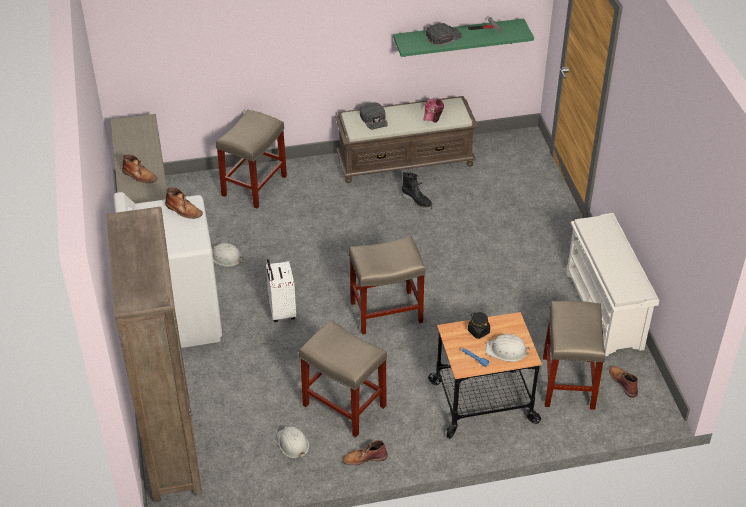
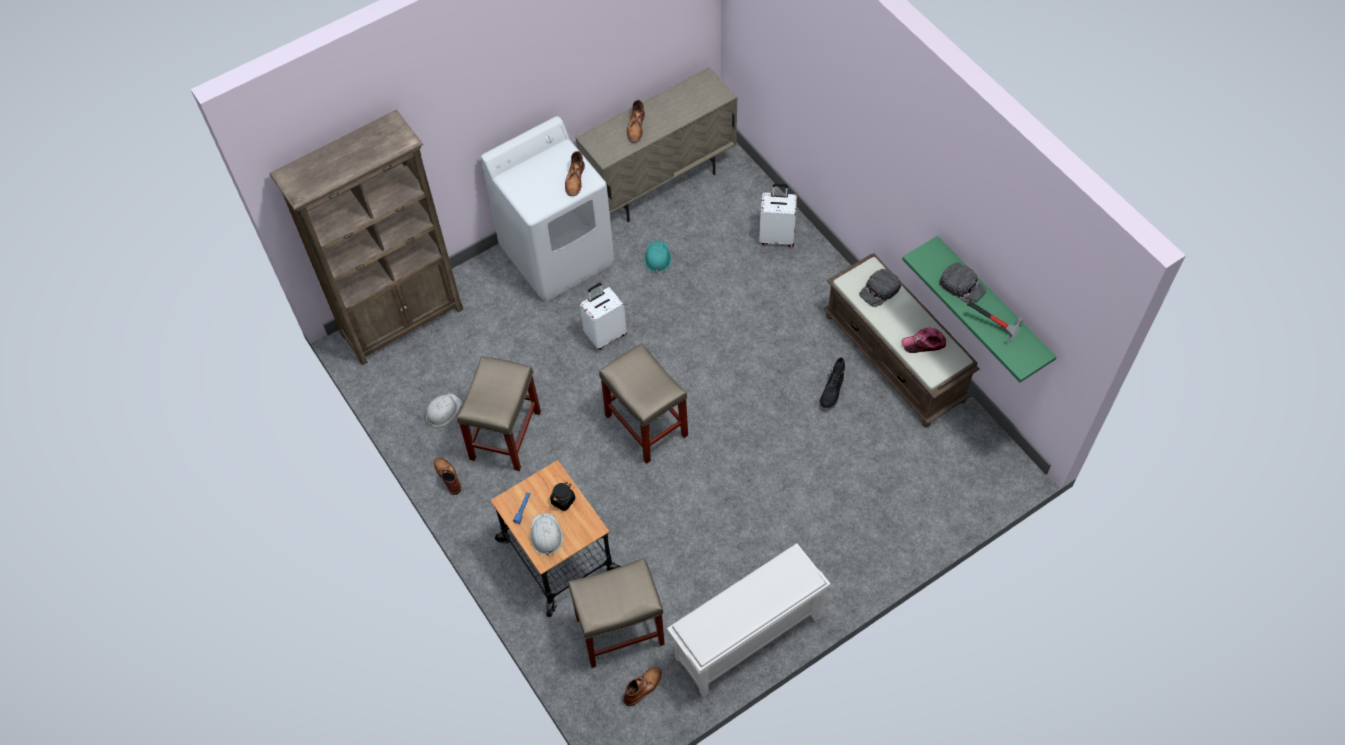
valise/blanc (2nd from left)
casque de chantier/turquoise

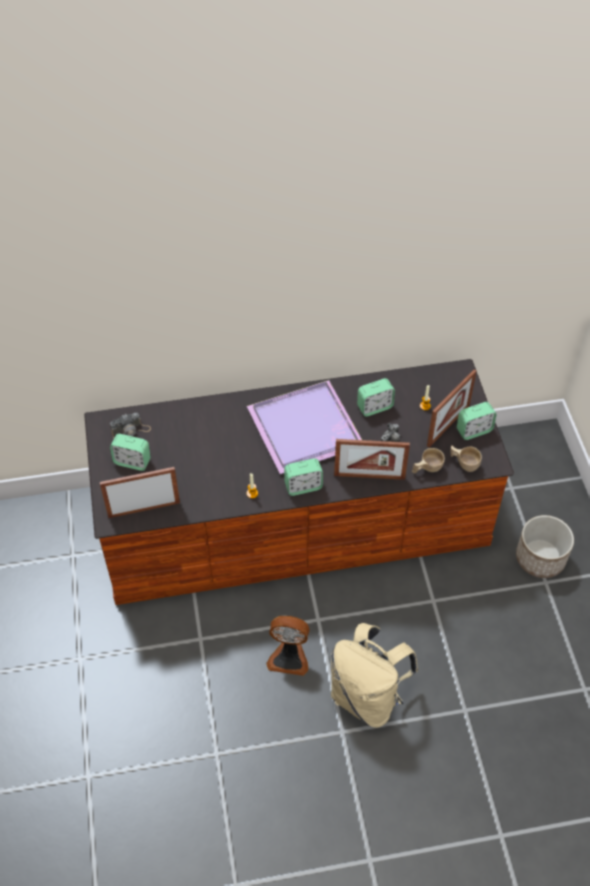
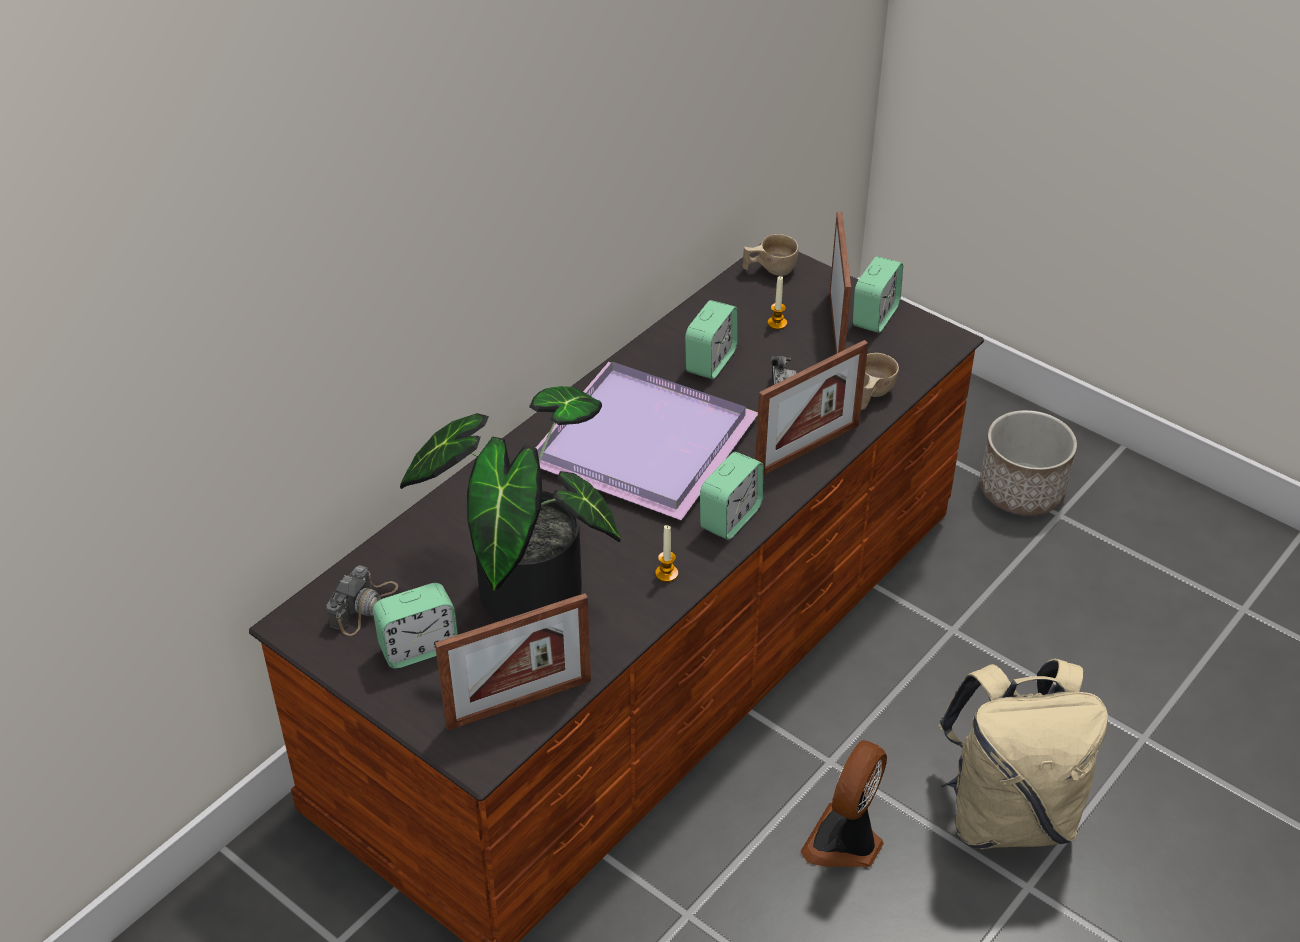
plante en pot
tasse/beige (1st from left)
cadre photo (1st from left)
ventilateur

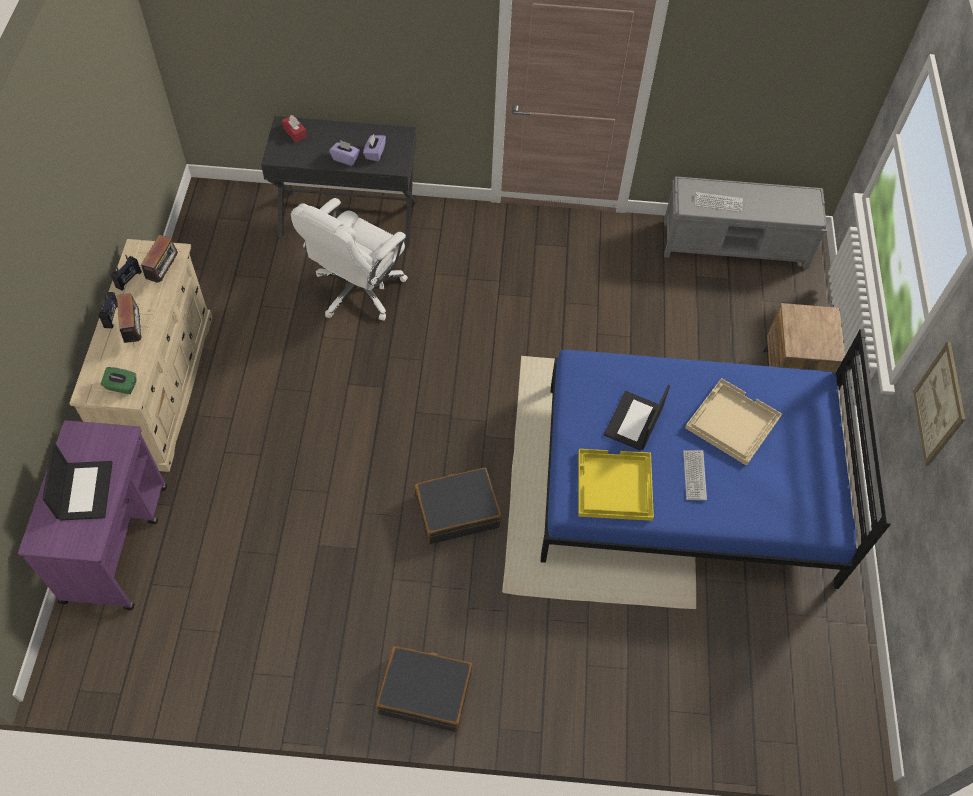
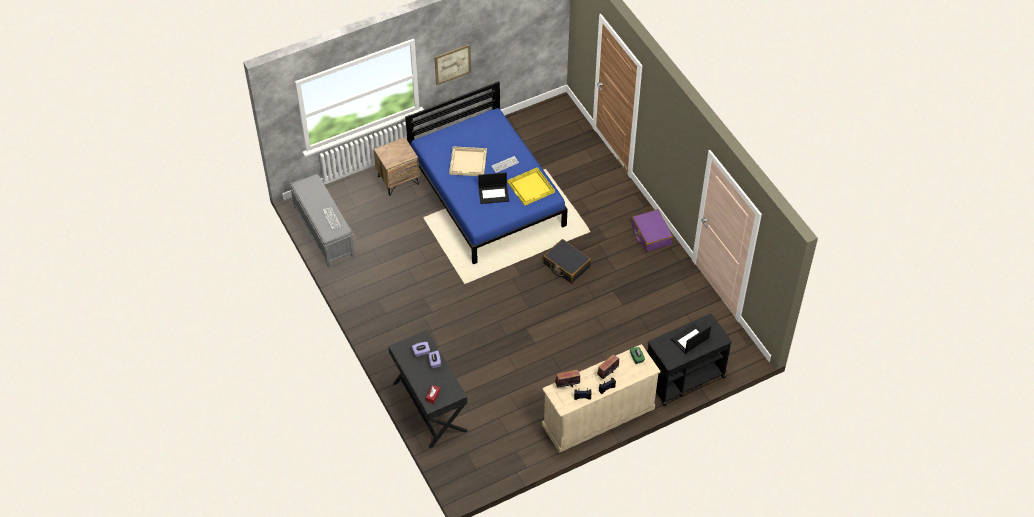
chaise de bureau/blanc
chariot/noir
valise/violet

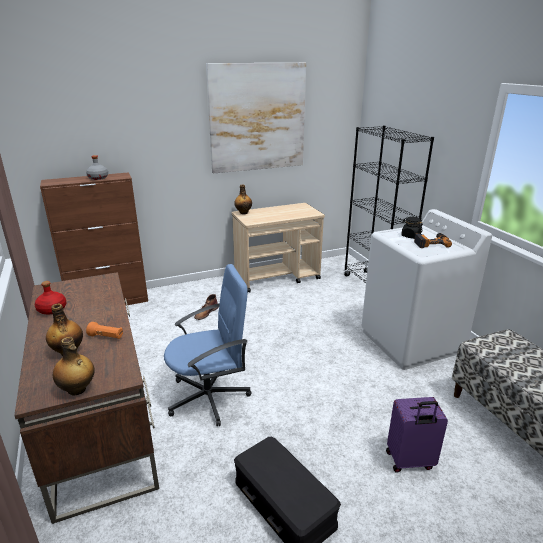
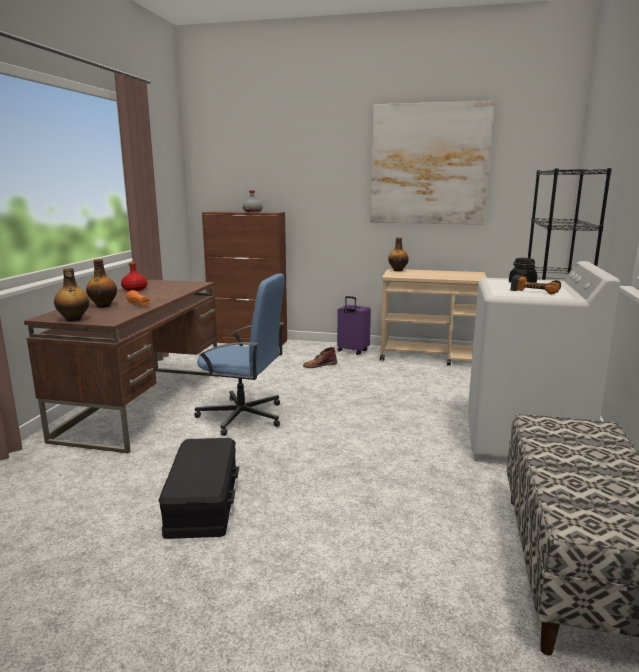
valise/violet

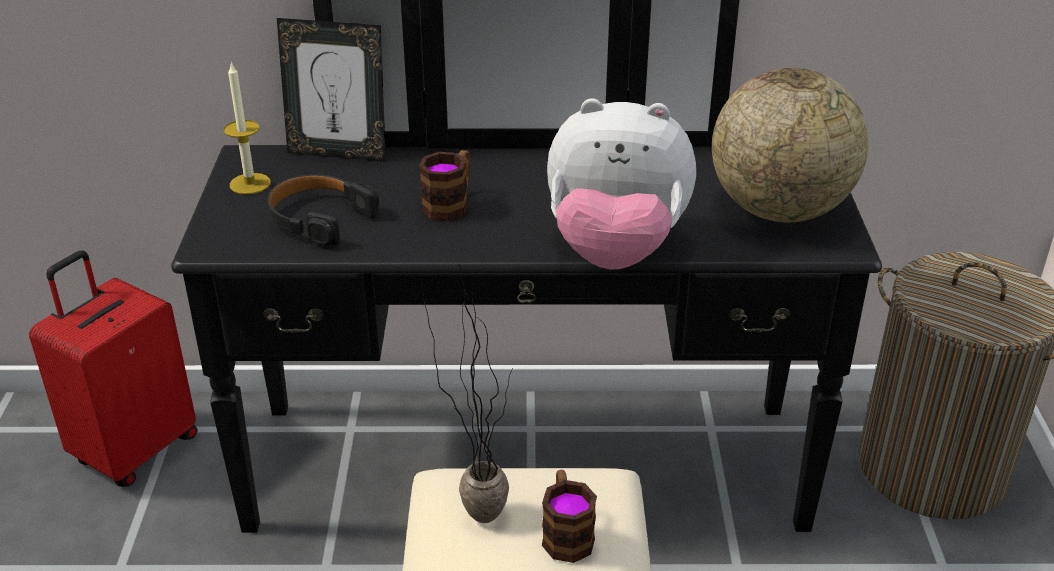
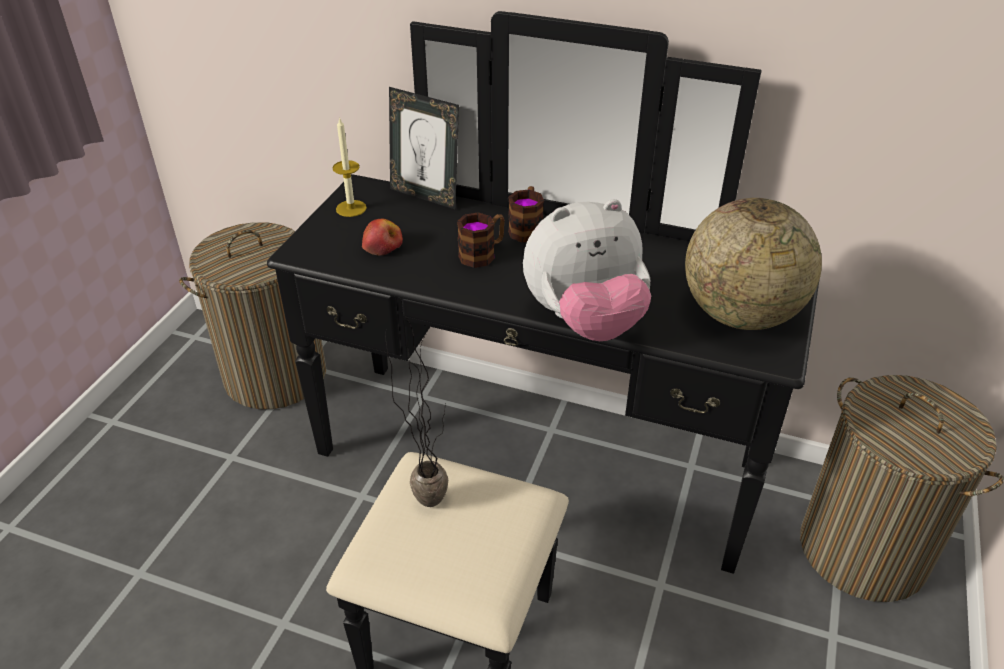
mug (2nd from left)
panier à linge (1st from left)
pomme
peluche

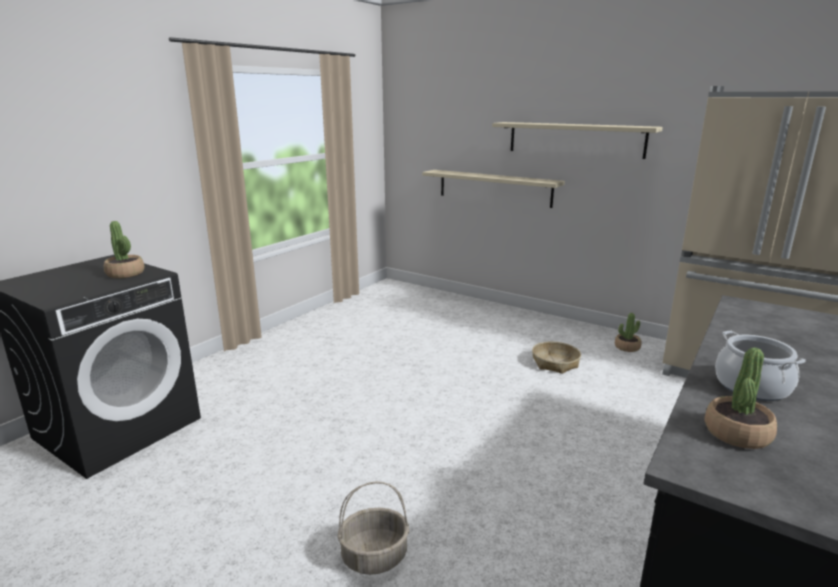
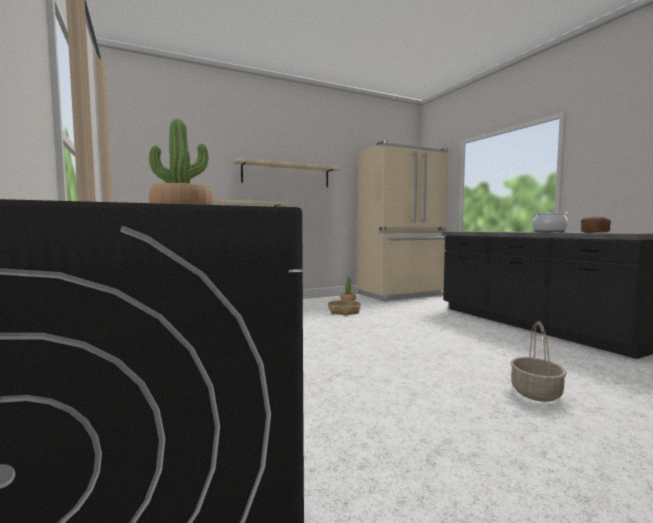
pain

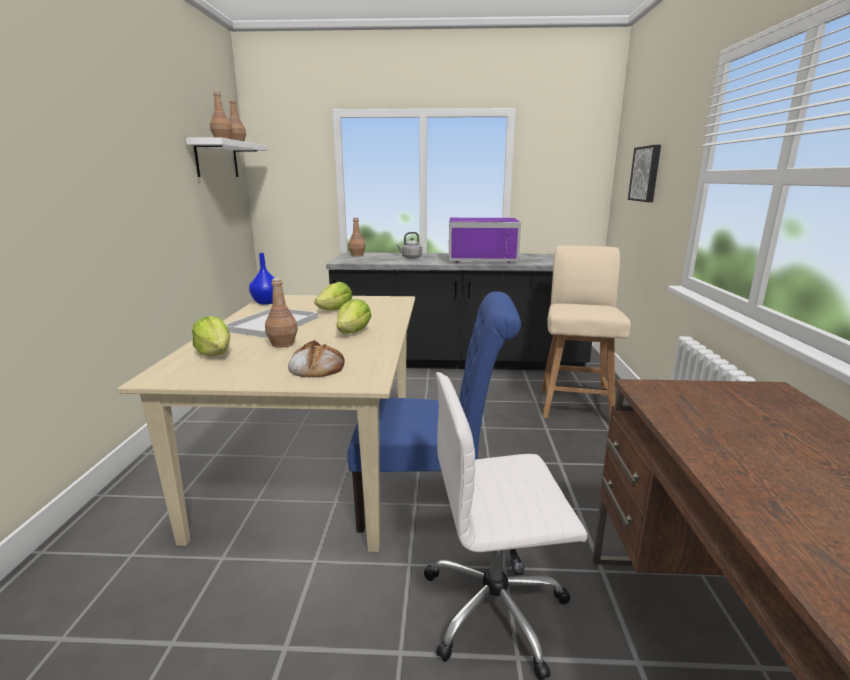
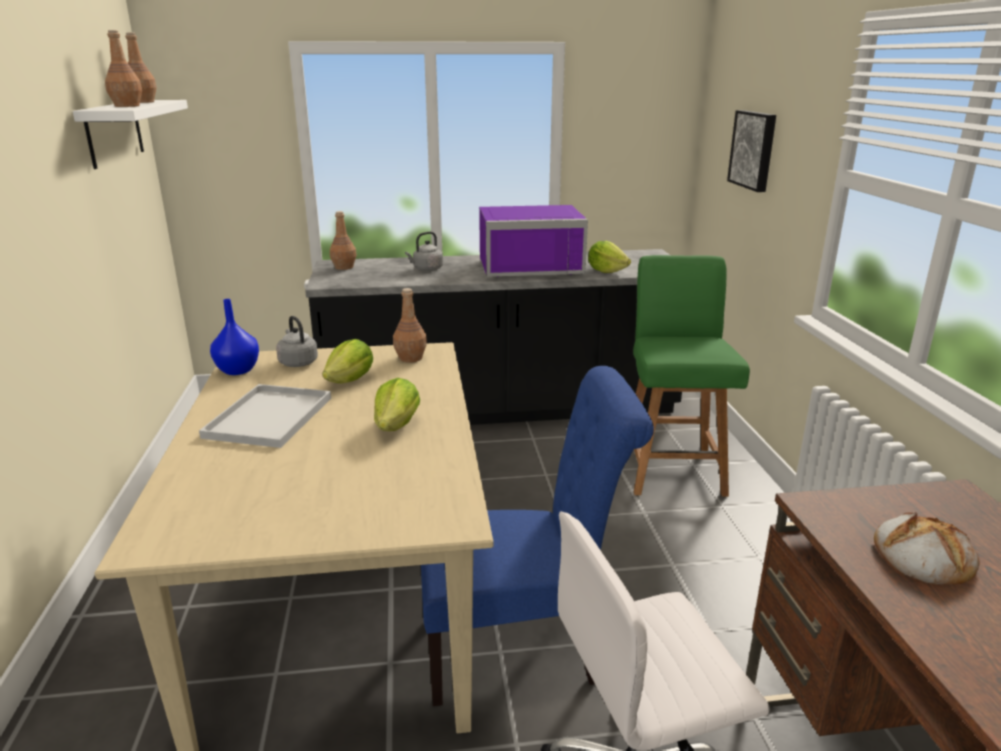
bouilloire/gris (1st from left)
laitue (3rd from left)
bouteille/marron (4th from left)
pain
chaise/vert

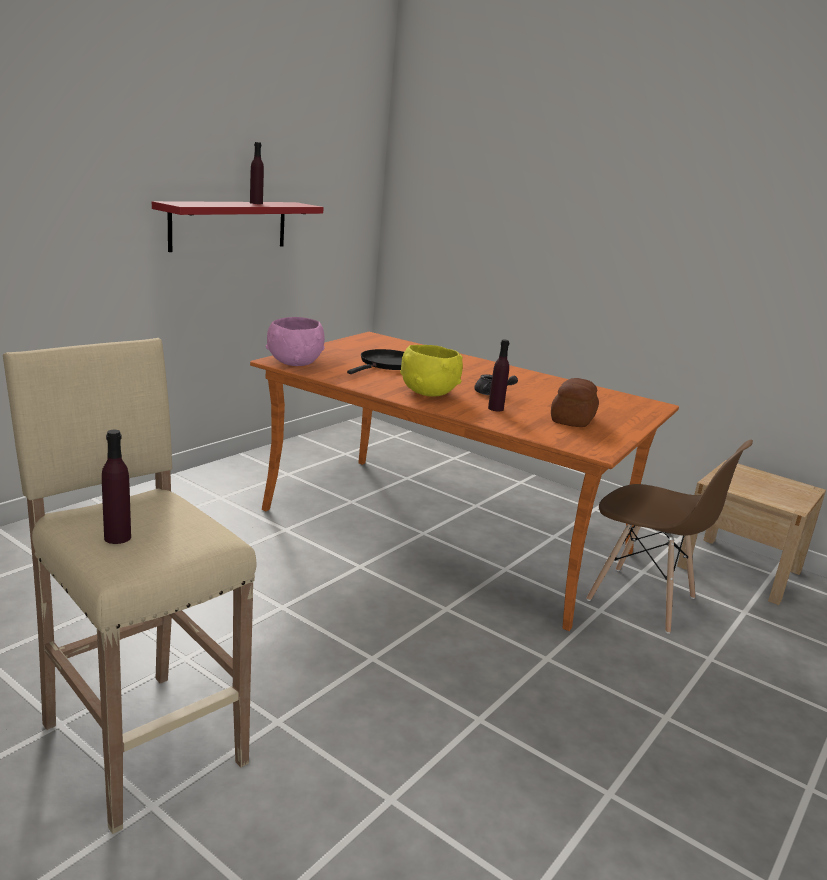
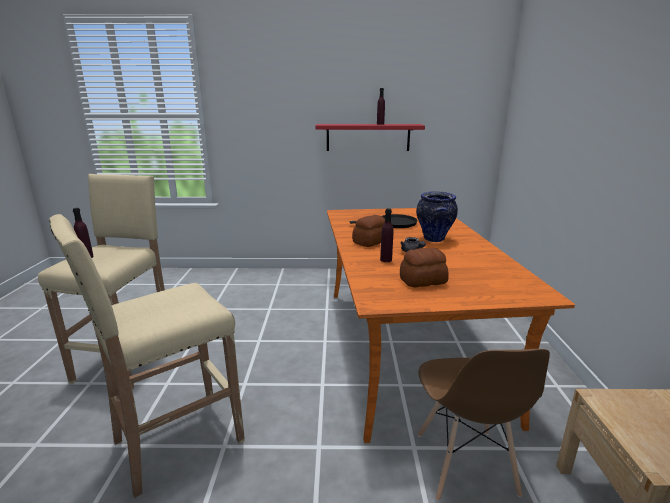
bol/rose
tabouret/beige (2nd from left)
vase
pain (1st from left)

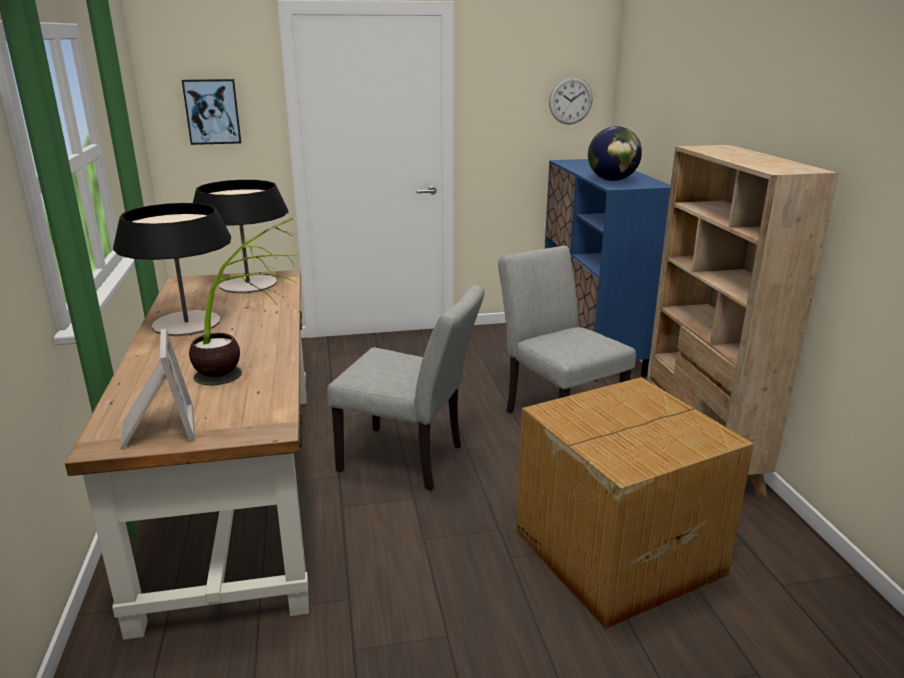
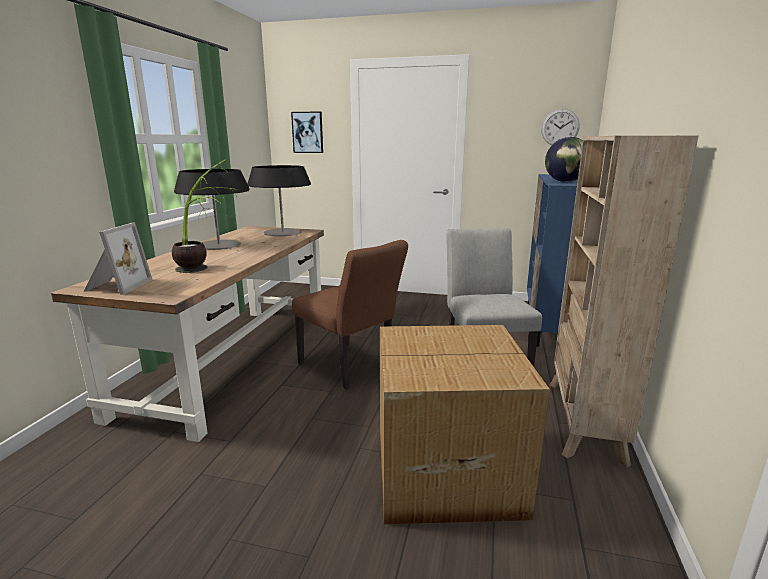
chaise/marron

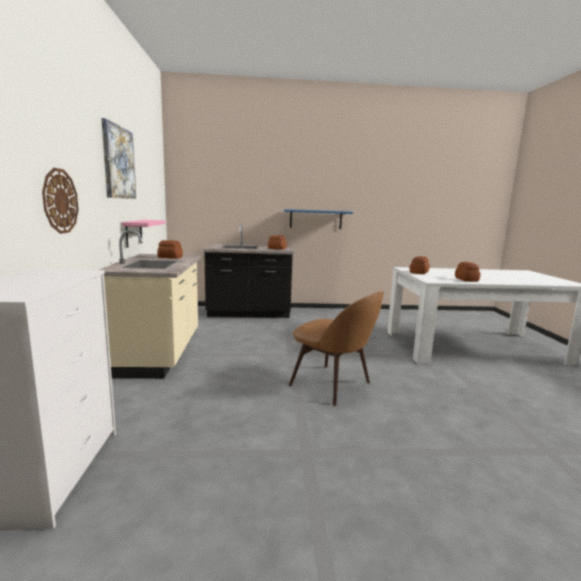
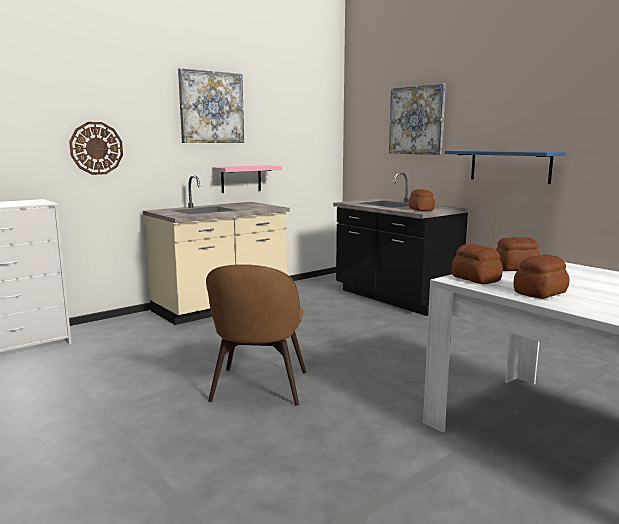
tableau (2nd from left)
pain (2nd from left)

